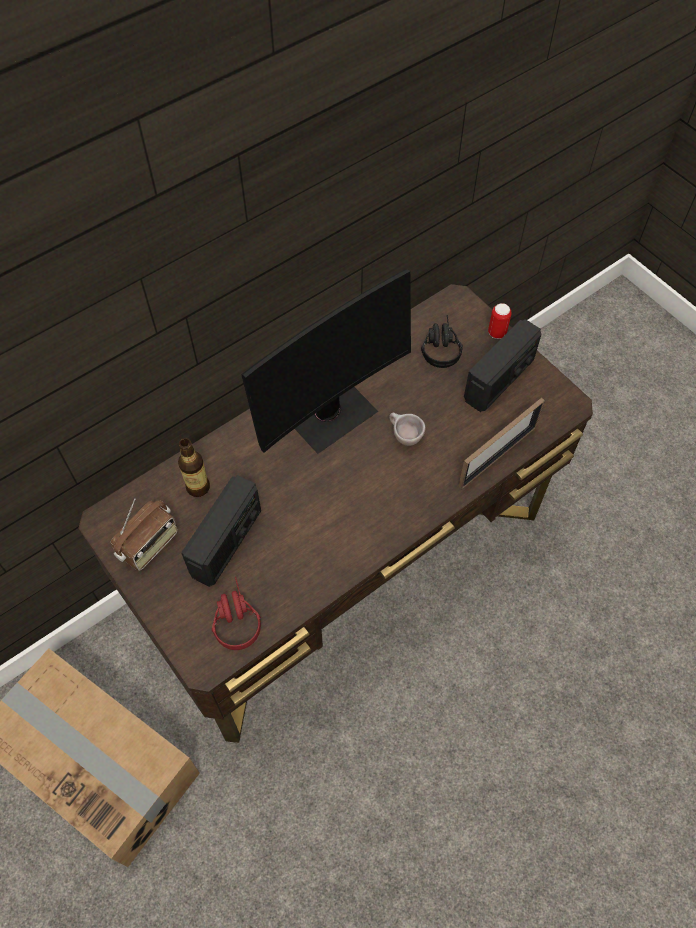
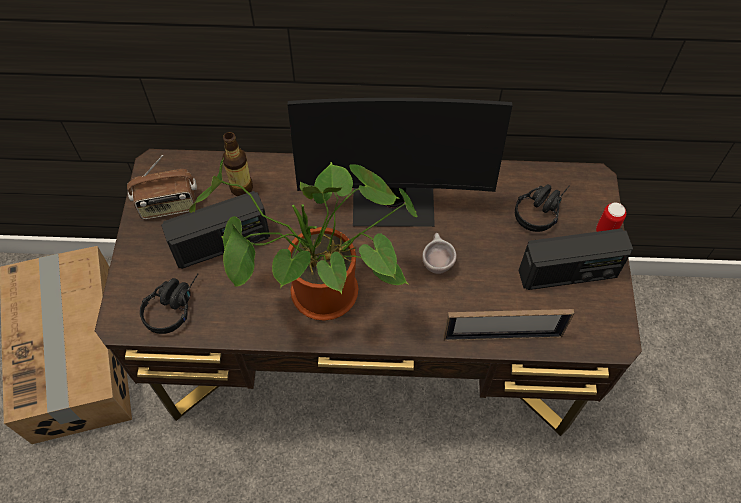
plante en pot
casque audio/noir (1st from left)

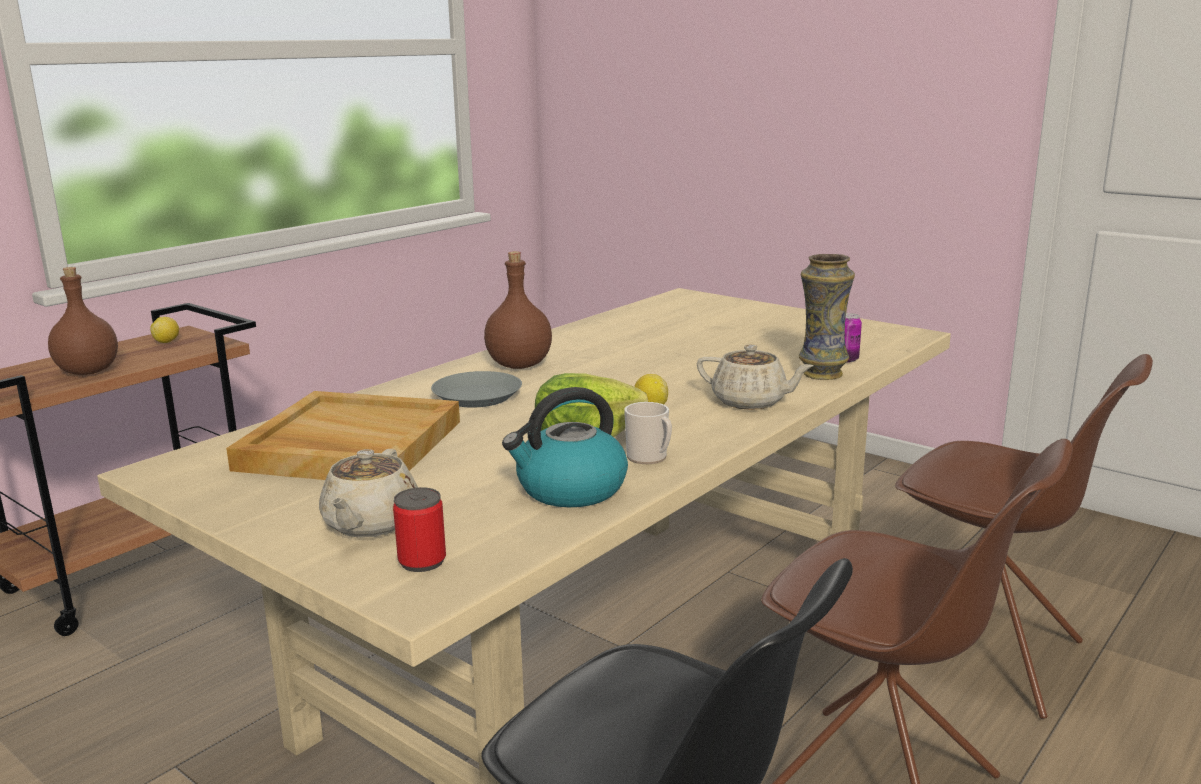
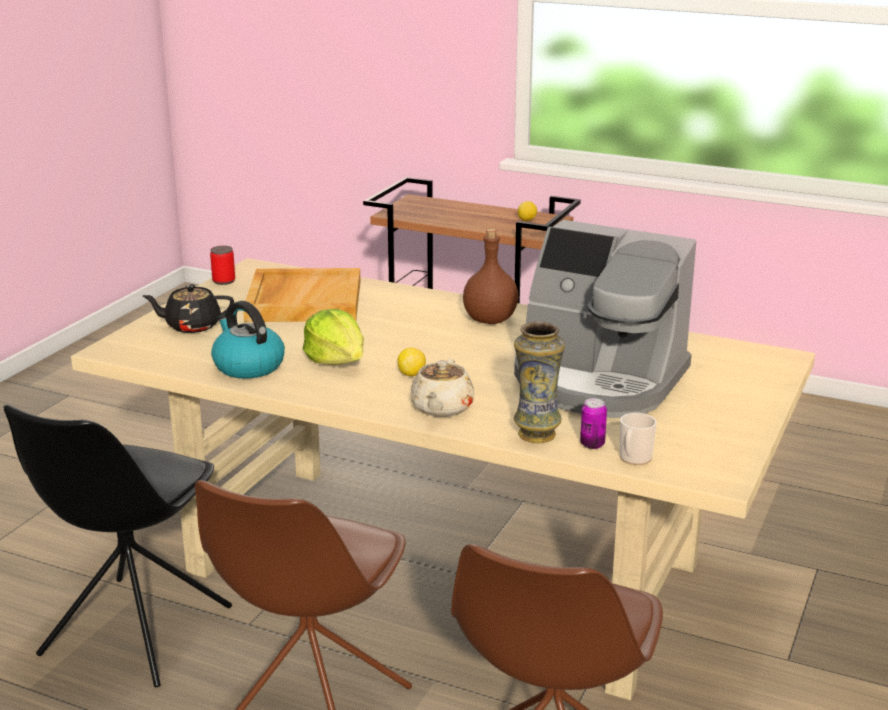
bouteille/marron (1st from left in the first image)
assiette/gris
machine à café
boîte métallique (1st from left)
mug
théière/noir

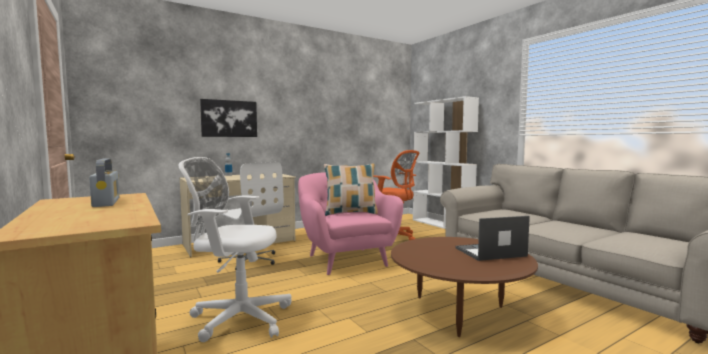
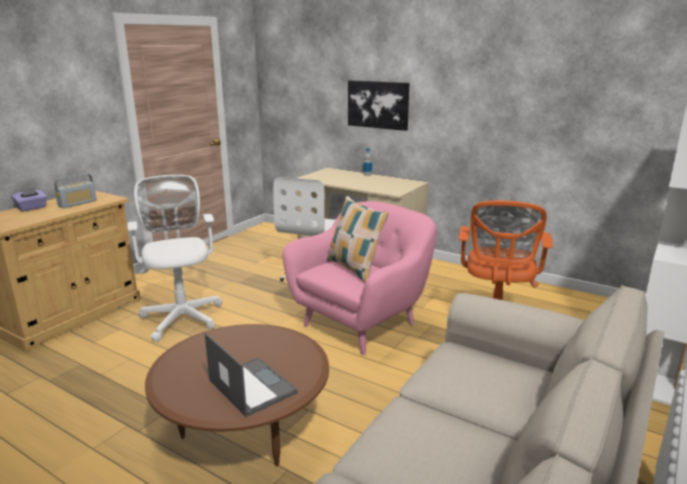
boîte à mouchoirs/violet

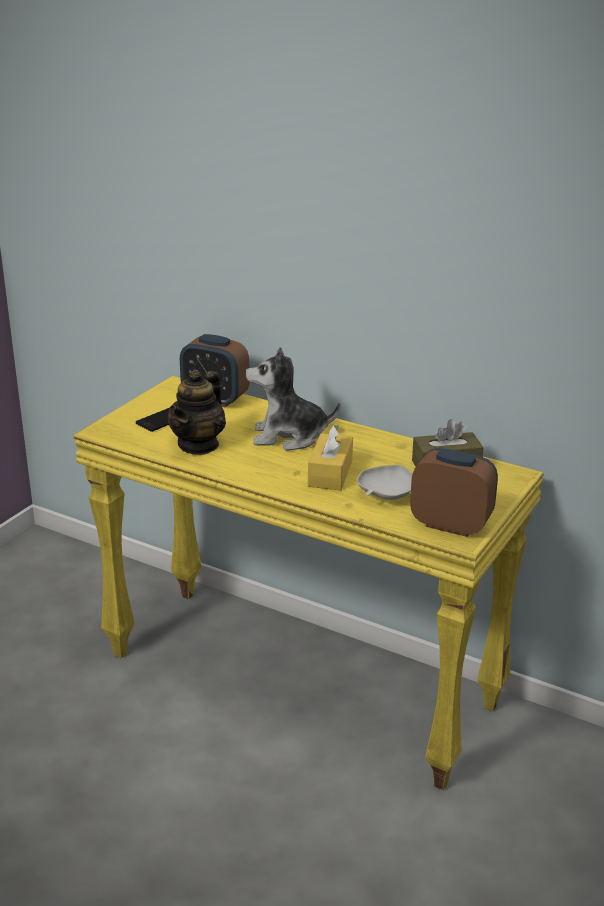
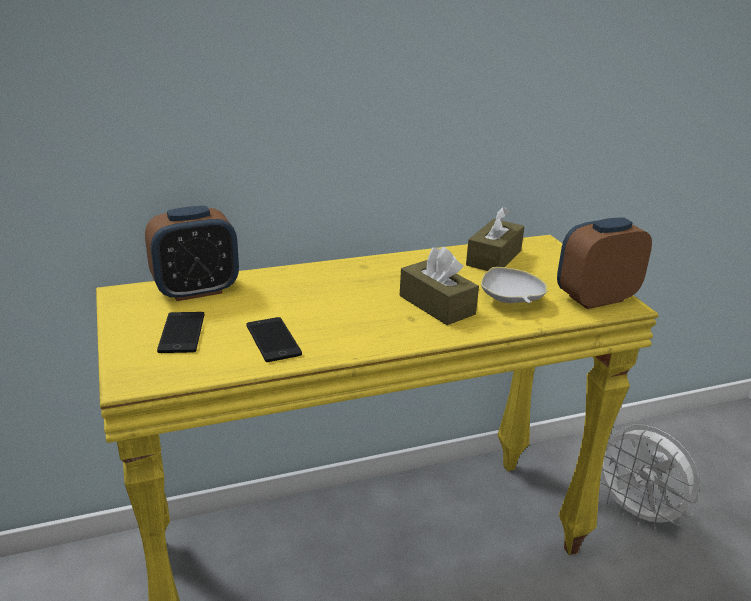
peluche
ventilateur/blanc
téléphone (2nd from left)
boîte à mouchoirs/marron (1st from left)

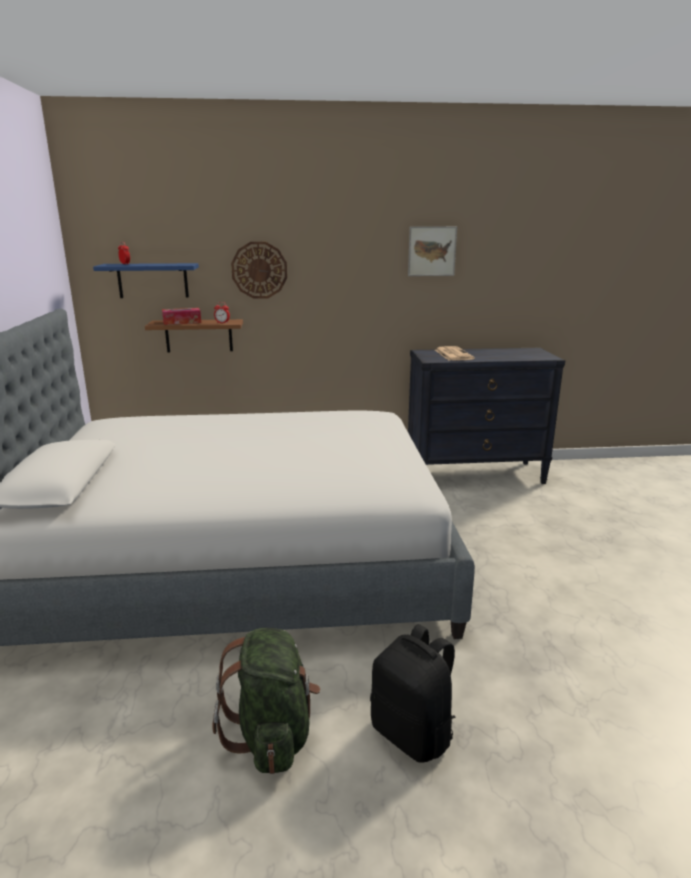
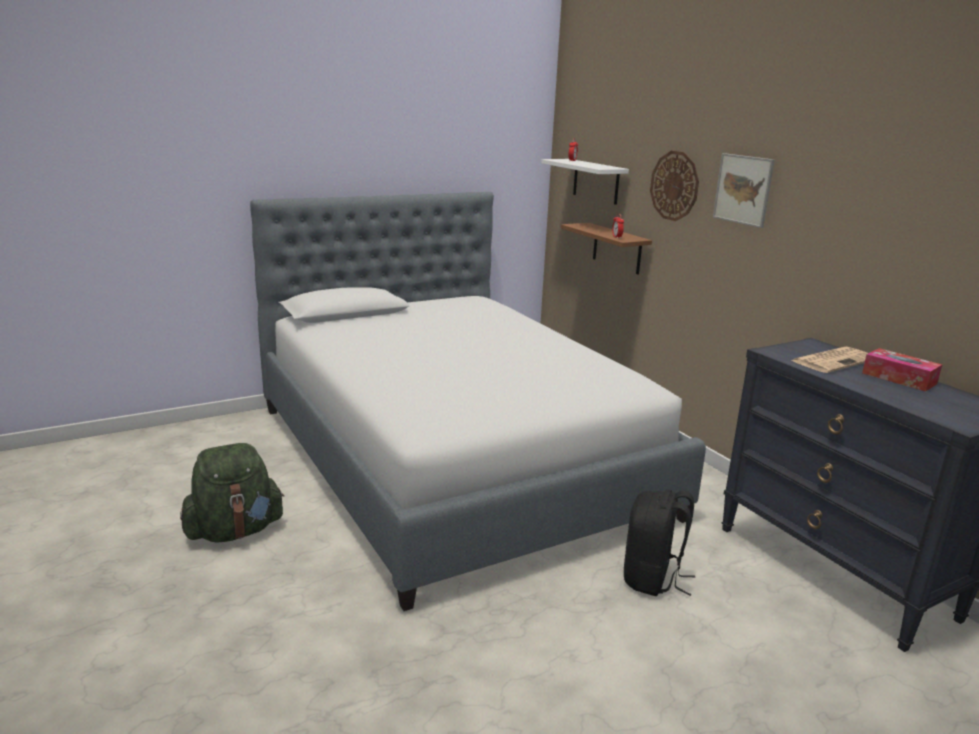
boîte à mouchoirs
sac à dos/noir
tableau
étagère/blanc

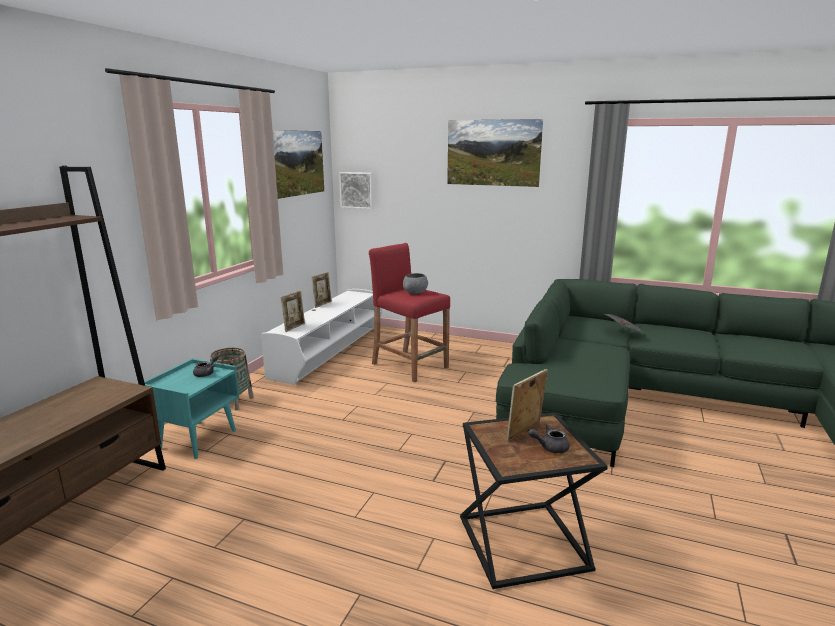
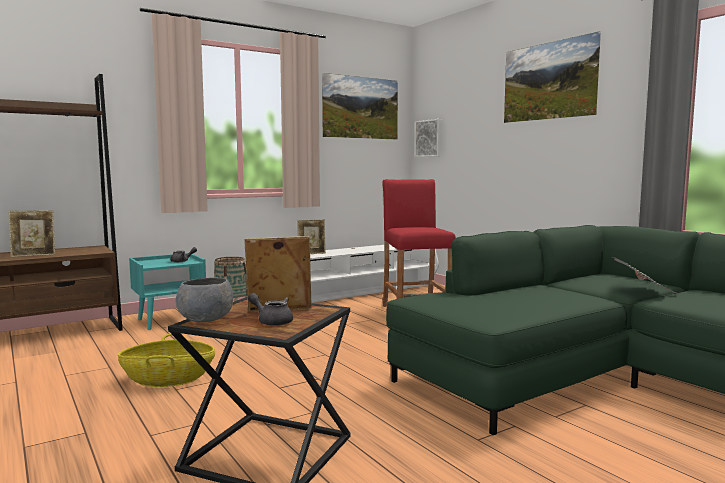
panier (1st from left)
cadre photo (1st from left)
bol/gris

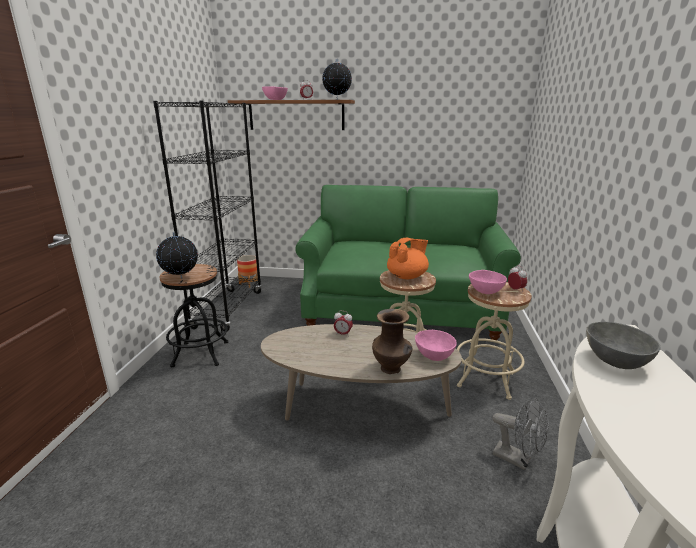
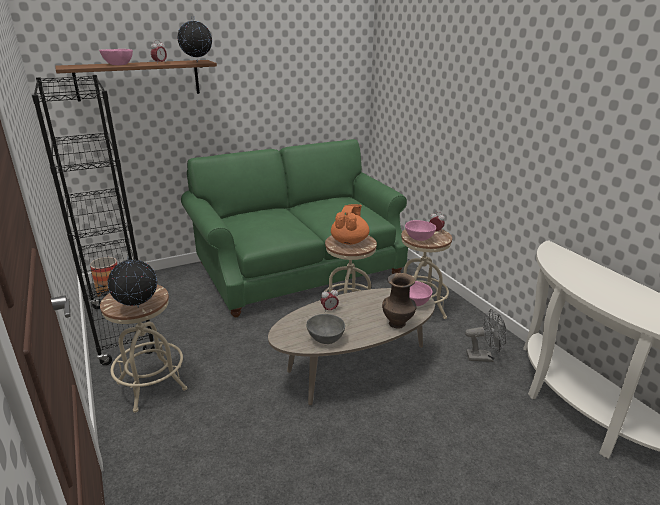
bol/gris
tabouret/beige (1st from left)

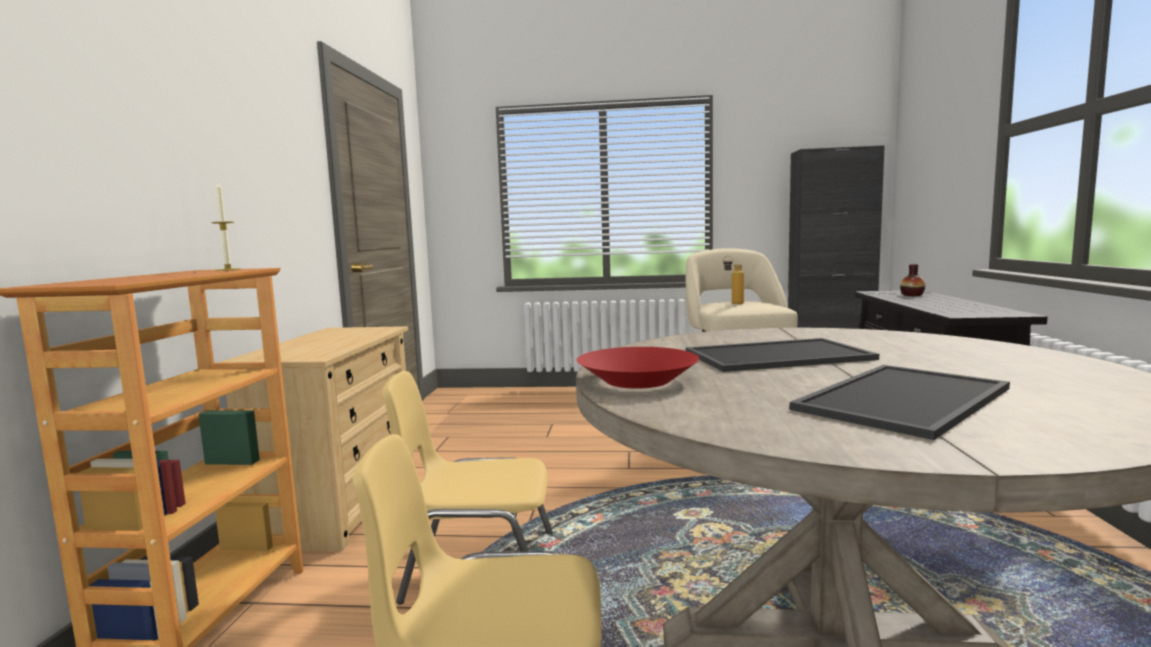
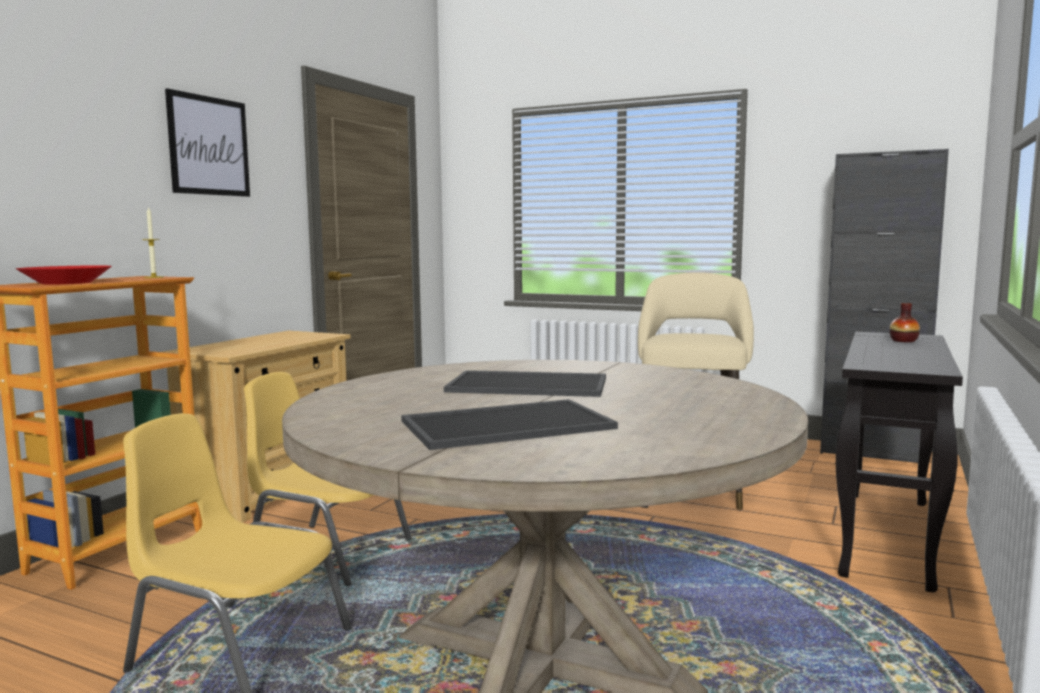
bouteille
tableau
bol/rouge

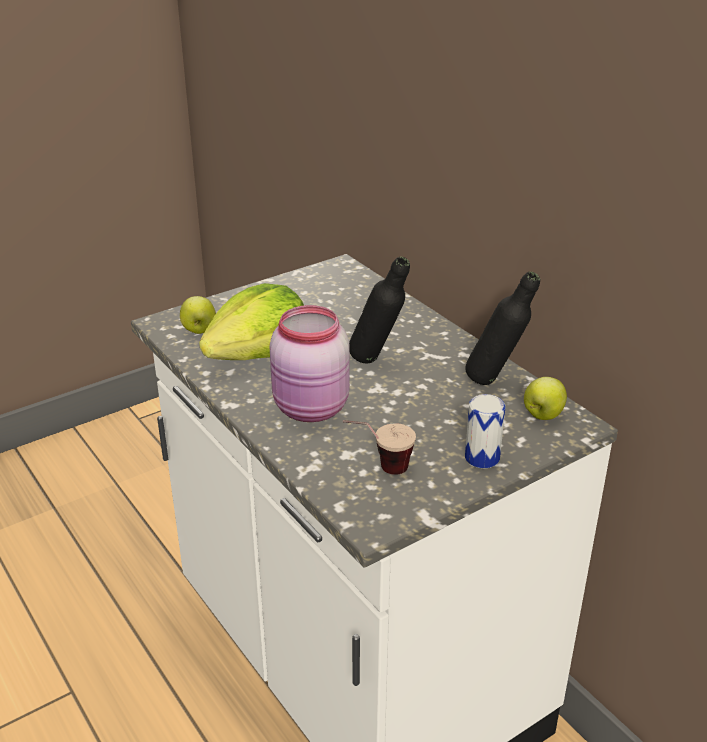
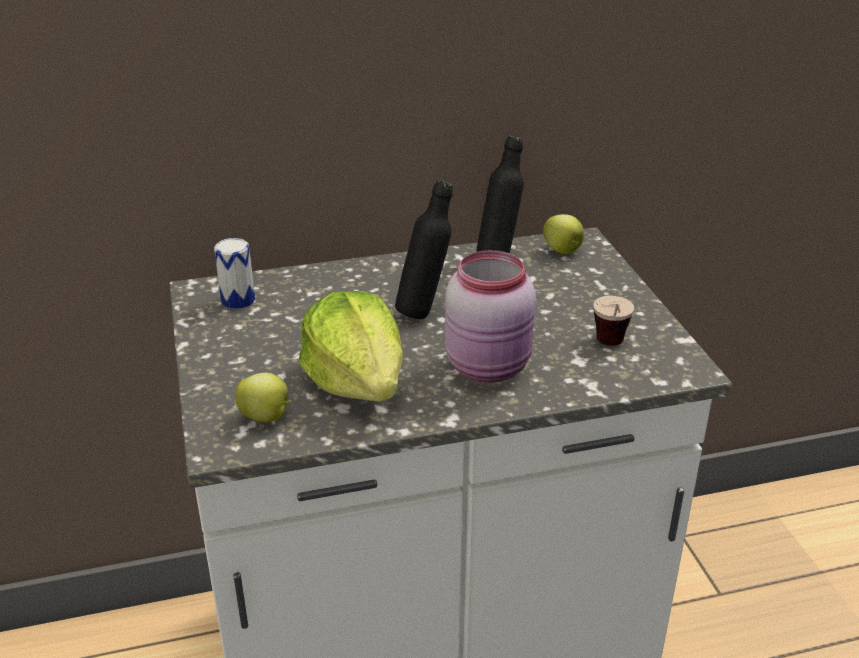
boîte métallique

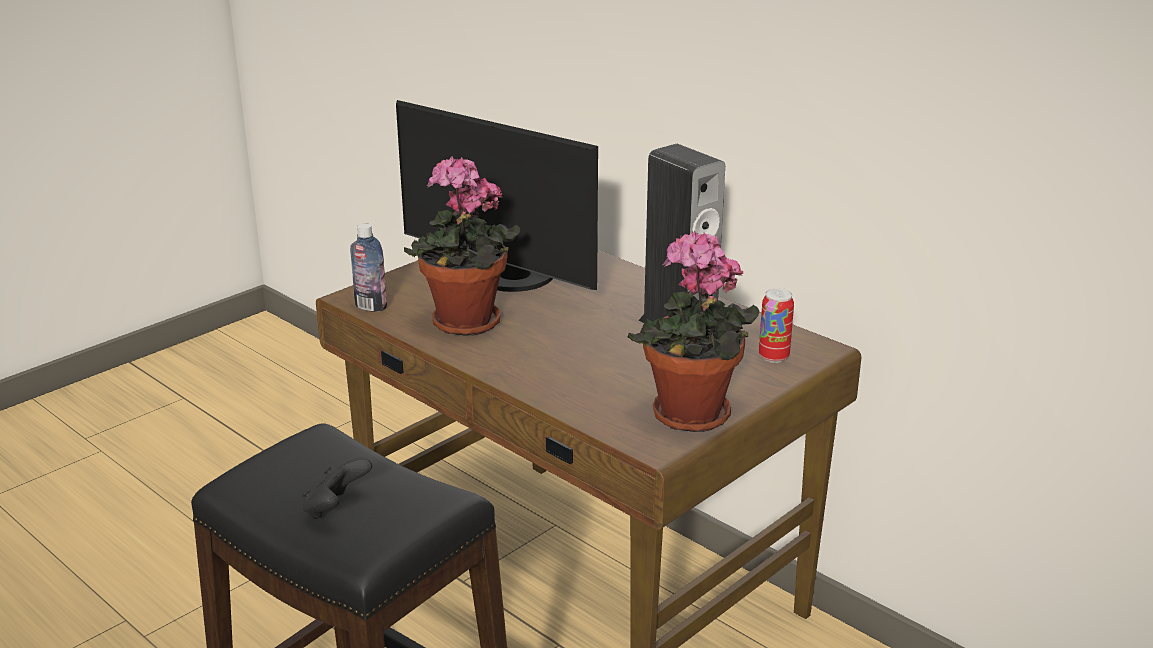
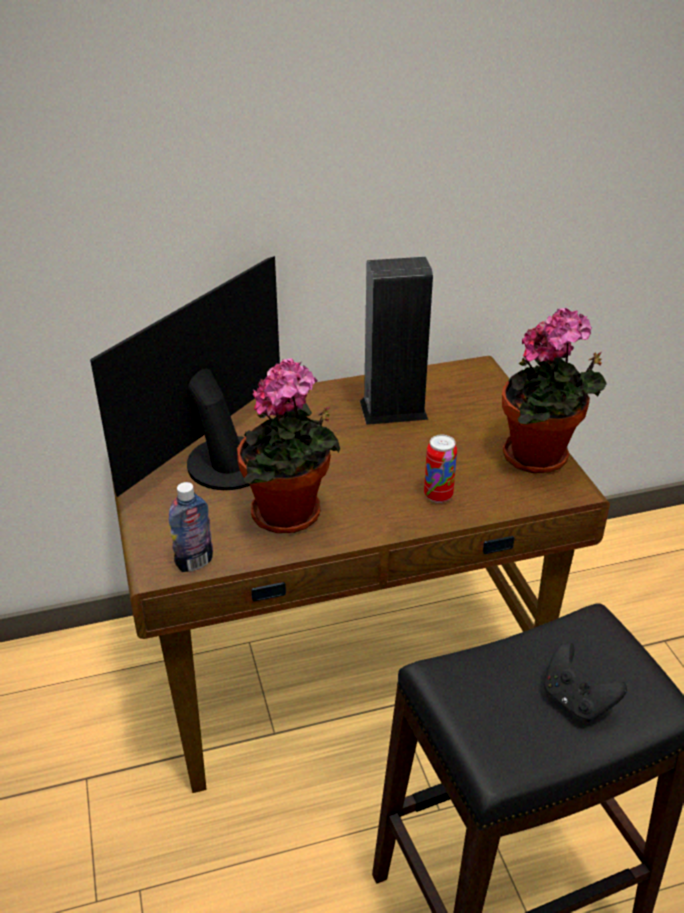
boîte métallique
écran d'ordinateur

